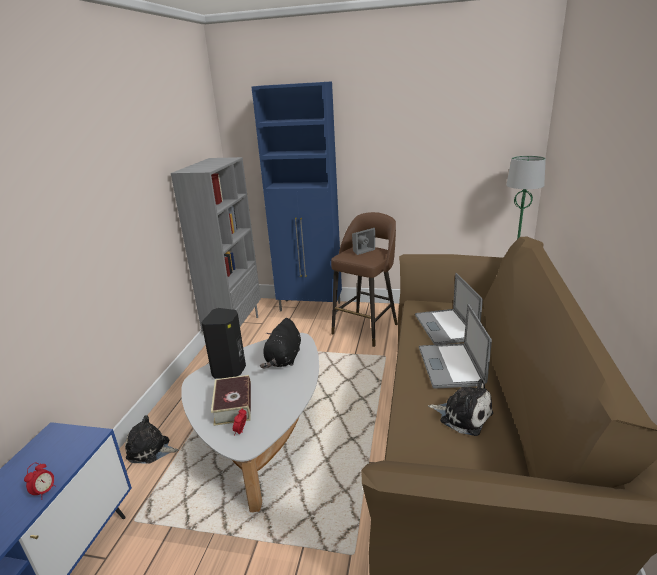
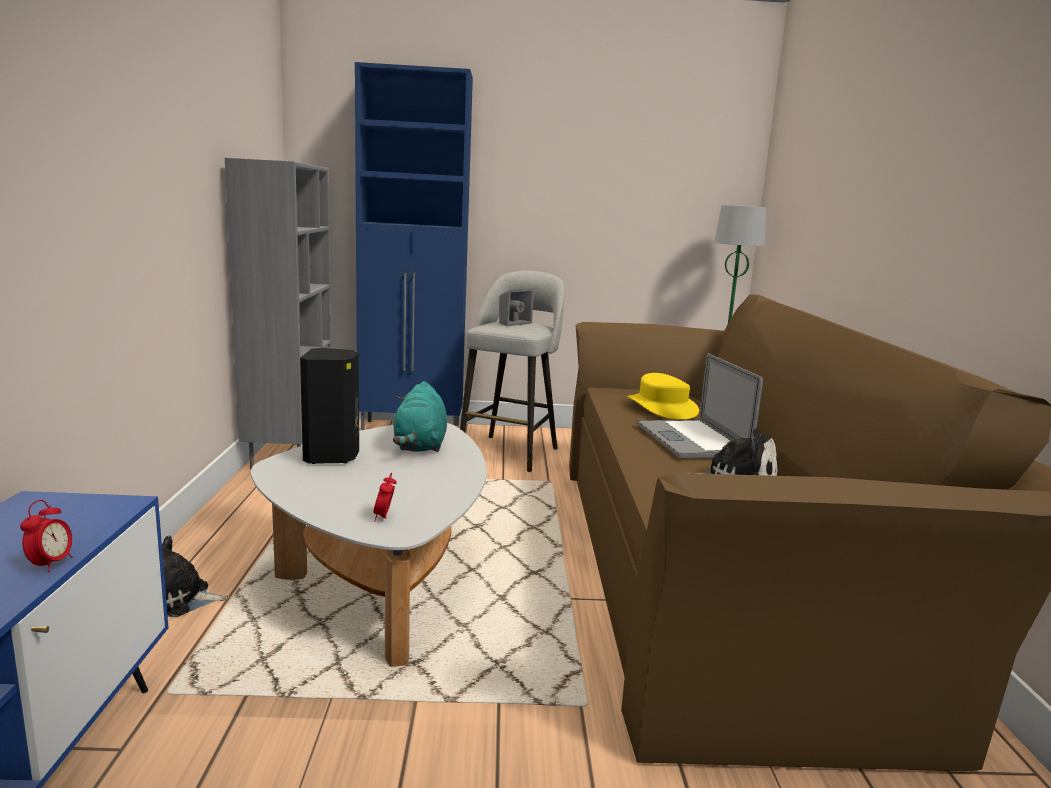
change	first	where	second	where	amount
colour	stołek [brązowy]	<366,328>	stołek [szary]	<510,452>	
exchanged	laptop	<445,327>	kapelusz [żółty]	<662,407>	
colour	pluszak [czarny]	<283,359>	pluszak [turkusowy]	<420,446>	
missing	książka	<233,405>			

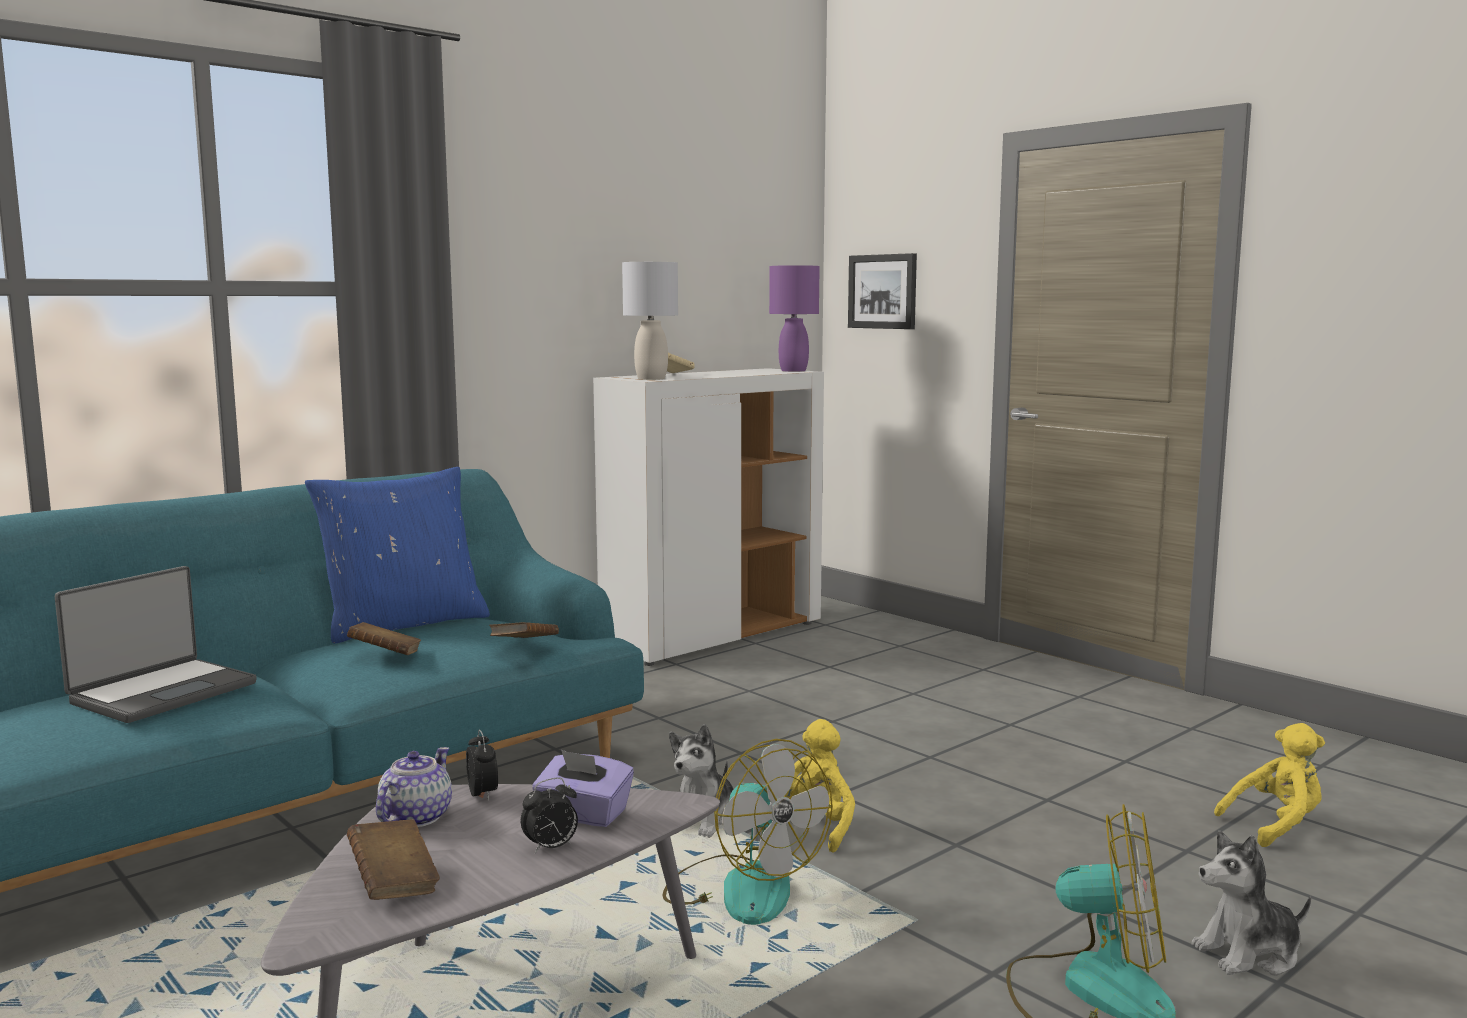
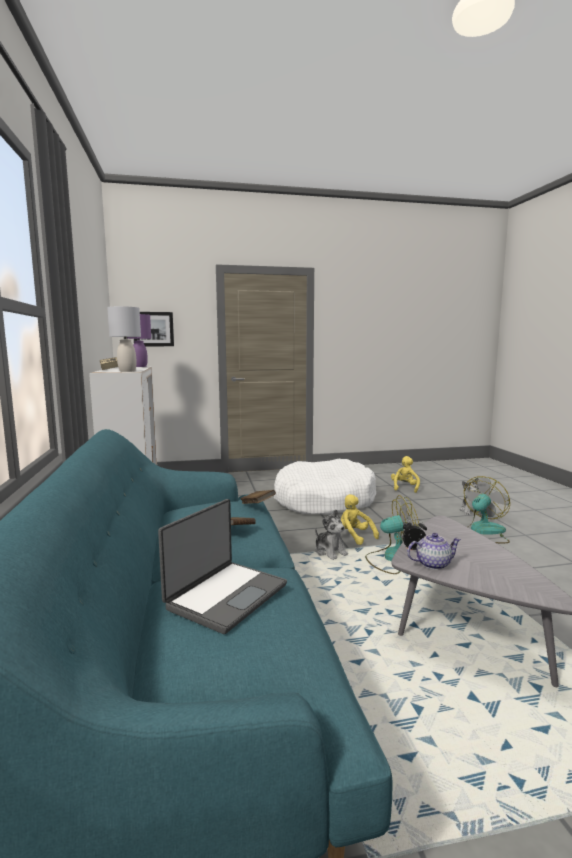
change	first	where	second	where	amount
missing	poduszka [niebieski]	<404,624>			
spun	laptop	<162,692>		<225,596>	60 degrees clockwise
spun	imbryk	<415,817>		<432,564>	120 degrees clockwise
missing	pudełko chusteczek [fioletowy]	<583,815>			
missing	budzik	<551,848>			
missing	książka [brązowy]	<394,883>			
appeared			legowisko [biały]	<324,500>	

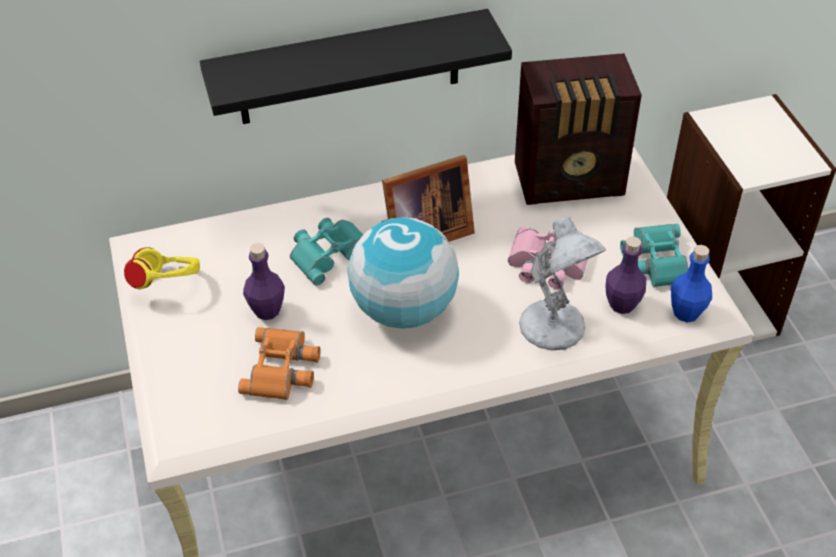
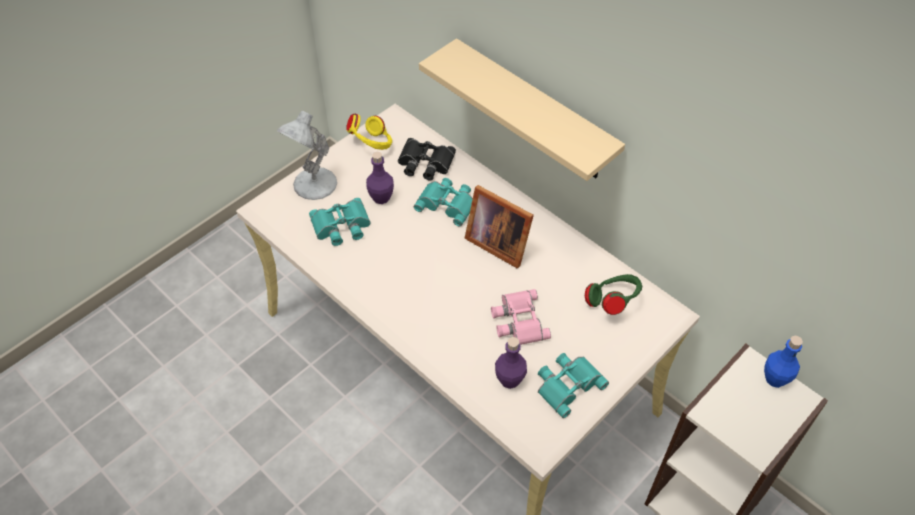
change	first	where	second	where	amount
colour	półka [czarny]	<349,68>	półka [beżowy]	<534,112>	
exchanged	radio	<571,181>	słuchawki [zielony]	<612,302>	
missing	globus	<404,309>			
relocated	lampa stołowa [biały]	<554,327>		<313,185>	
relocated	butelka [niebieski]	<686,313>		<775,379>	
colour	lornetka [pomarańczowy]	<283,369>	lornetka [turkusowy]	<341,226>	
appeared			lornetka [czarny]	<424,163>	

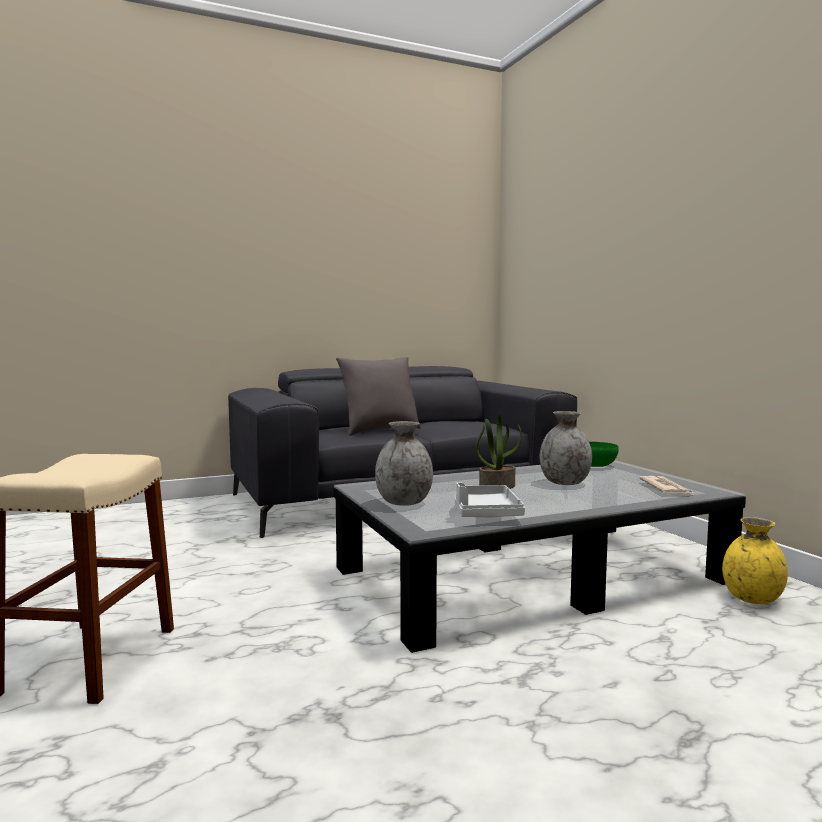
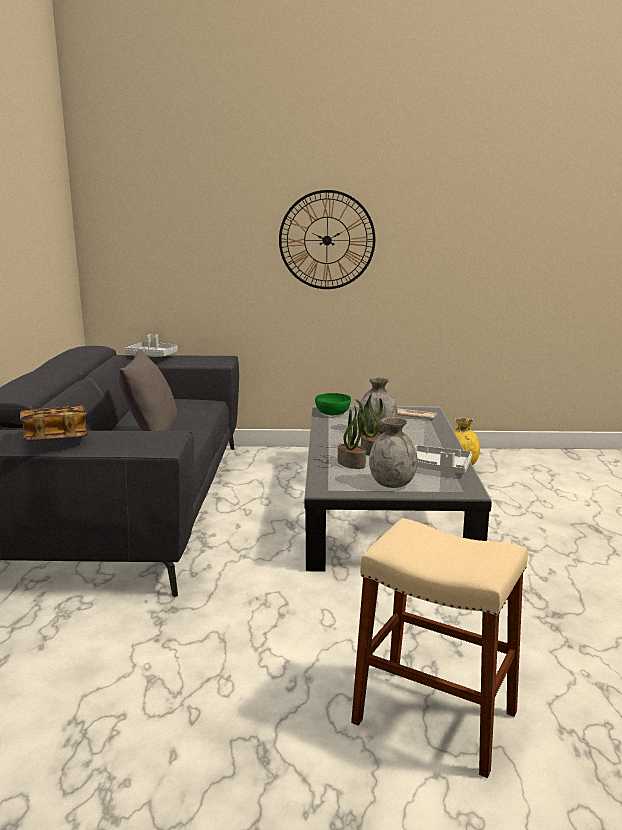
change	first	where	second	where	amount
appeared			zegar ścienny	<327,240>	
appeared			taca [szary]	<153,356>	
appeared			książka	<55,438>	
appeared			roślina doniczkowa	<352,463>	

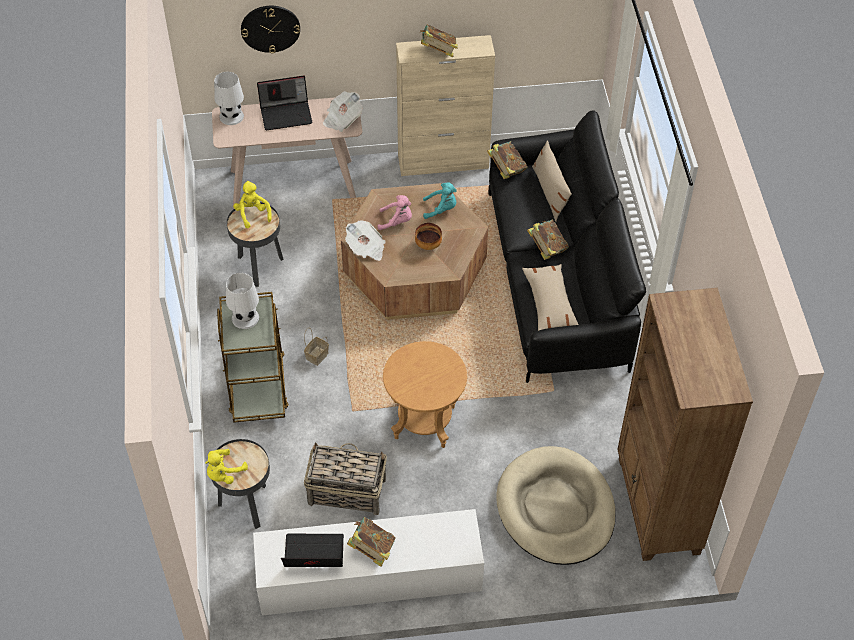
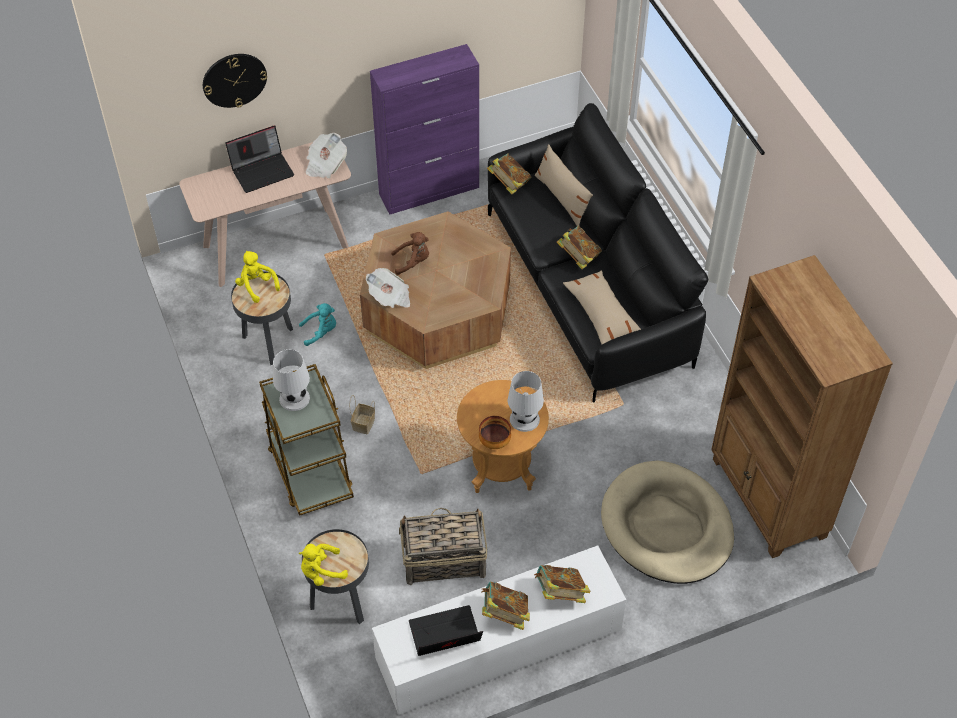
change	first	where	second	where	amount
relocated	książka	<438,51>		<560,593>	
colour	szafka [beżowy]	<444,162>	szafka [fioletowy]	<429,190>	
relocated	lampa stołowa [biały]	<231,116>		<524,418>	
relocated	pluszak [turkusowy]	<441,209>		<321,332>	
colour	pluszak [różowy]	<397,221>	pluszak [brązowy]	<413,262>	
relocated	miska	<428,245>		<494,441>	
spun	pluszak [żółty]	<224,473>		<321,572>	45 degrees clockwise

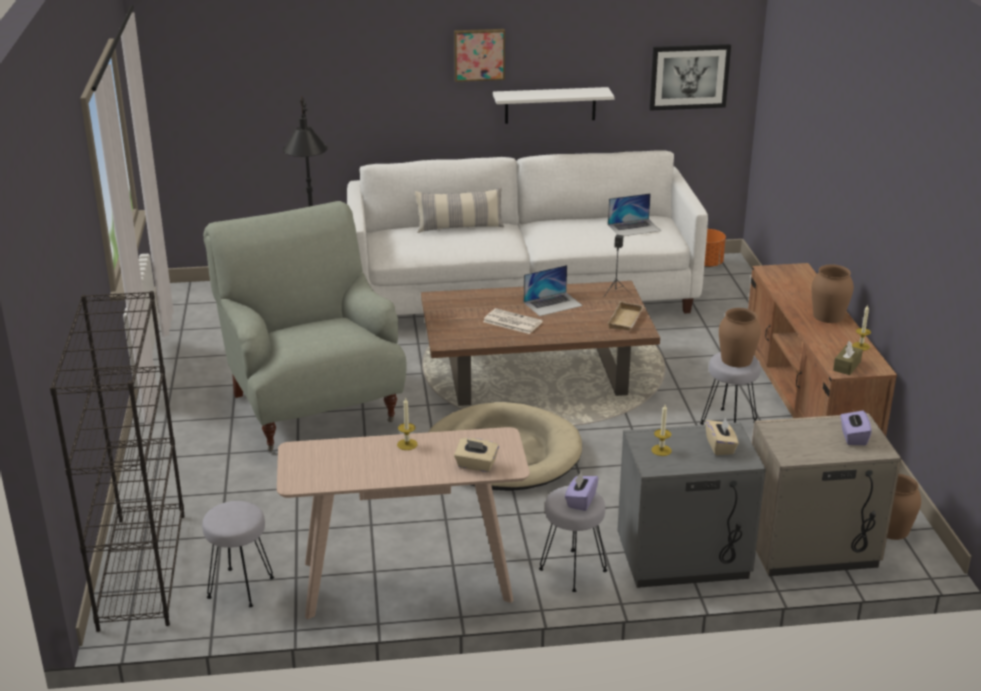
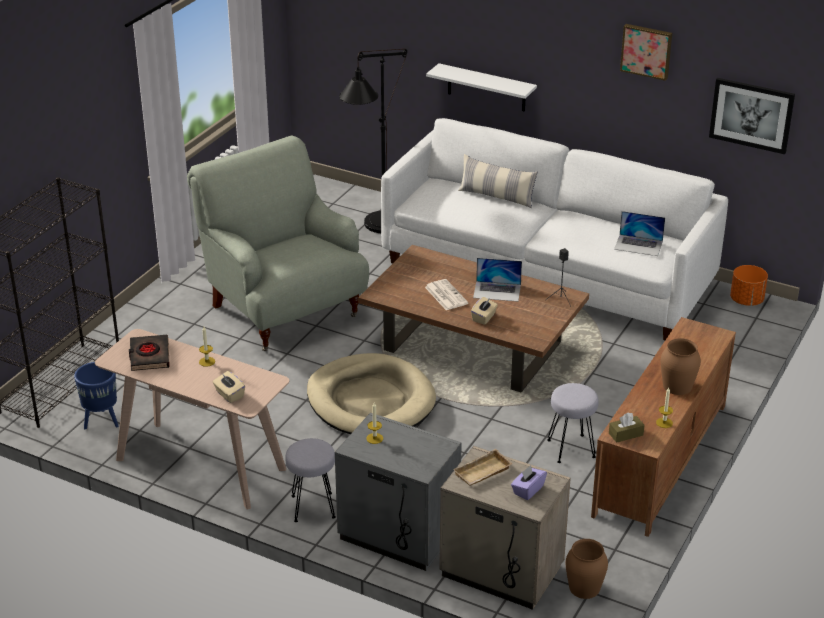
change	first	where	second	where	amount
relocated	obraz	<479,54>		<646,51>	
relocated	półka [biały]	<550,105>		<486,88>	
spun	fotel [szary]	<312,407>		<283,310>	45 degrees counterclockwise
relocated	taca [beżowy]	<626,320>		<483,473>	
missing	wazon [brązowy]	<736,359>			
relocated	pudełko chusteczek [beżowy]	<720,446>		<484,318>	
missing	pudełko chusteczek [fioletowy]	<580,501>			
exchanged	stołek [szary]	<241,587>	donica [niebieski]	<102,421>	
appeared			książka [czarny]	<149,356>	

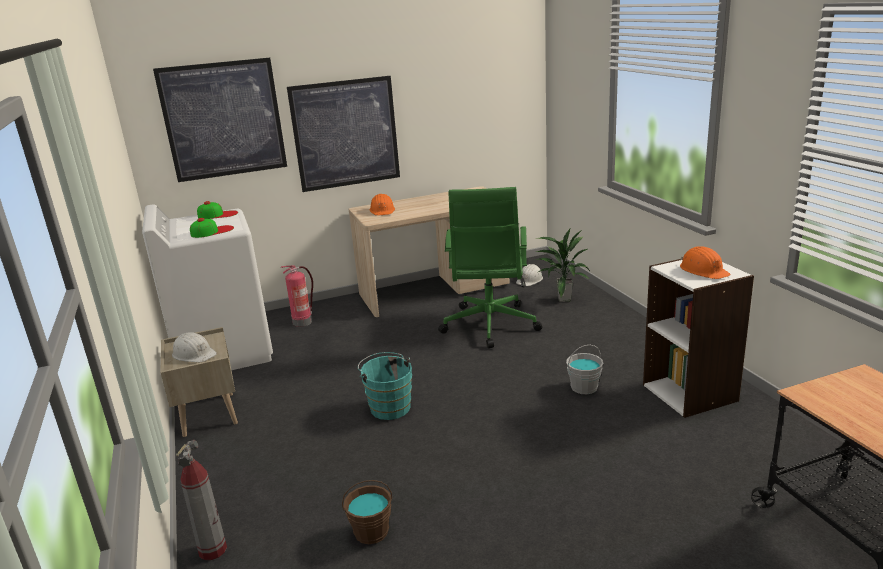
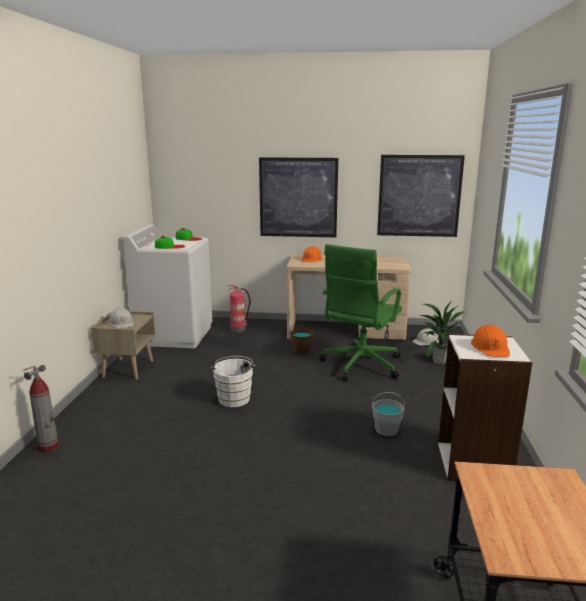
change	first	where	second	where	amount
relocated	obraz	<223,120>		<419,196>	
colour	wiadro [turkusowy]	<389,406>	wiadro [biały]	<234,398>	
relocated	wiadro [brązowy]	<371,532>		<301,350>	

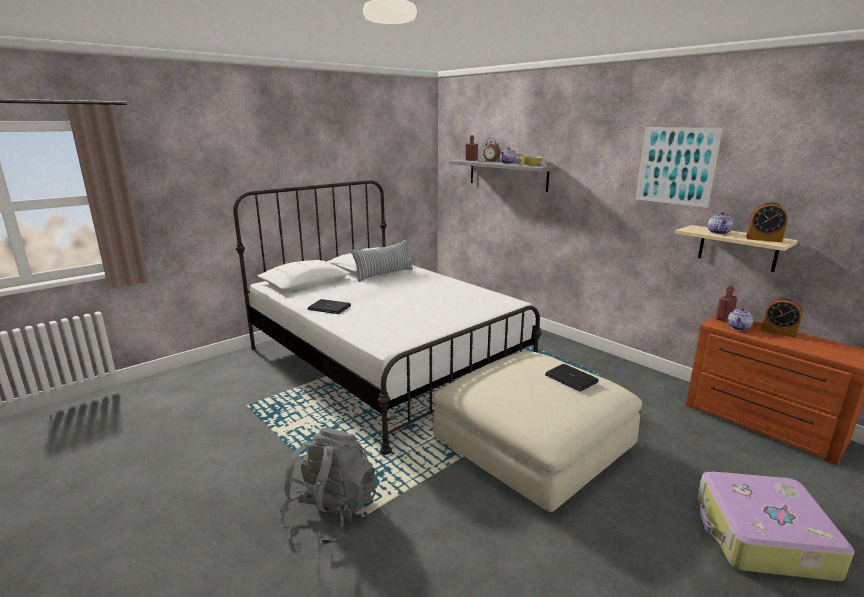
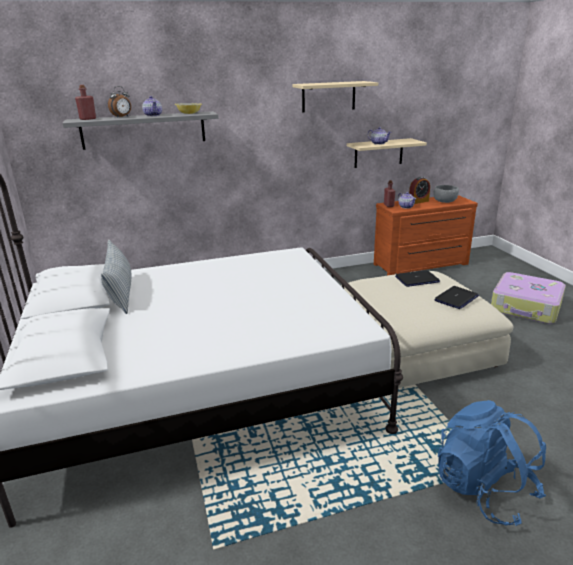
change	first	where	second	where	amount
exchanged	obraz	<676,166>	półka [beżowy]	<328,96>	
missing	budzik	<763,239>			
relocated	laptop	<329,308>		<456,298>	
colour	plecak [szary]	<331,514>	plecak [niebieski]	<484,490>	
appeared			miska [szary]	<444,202>	

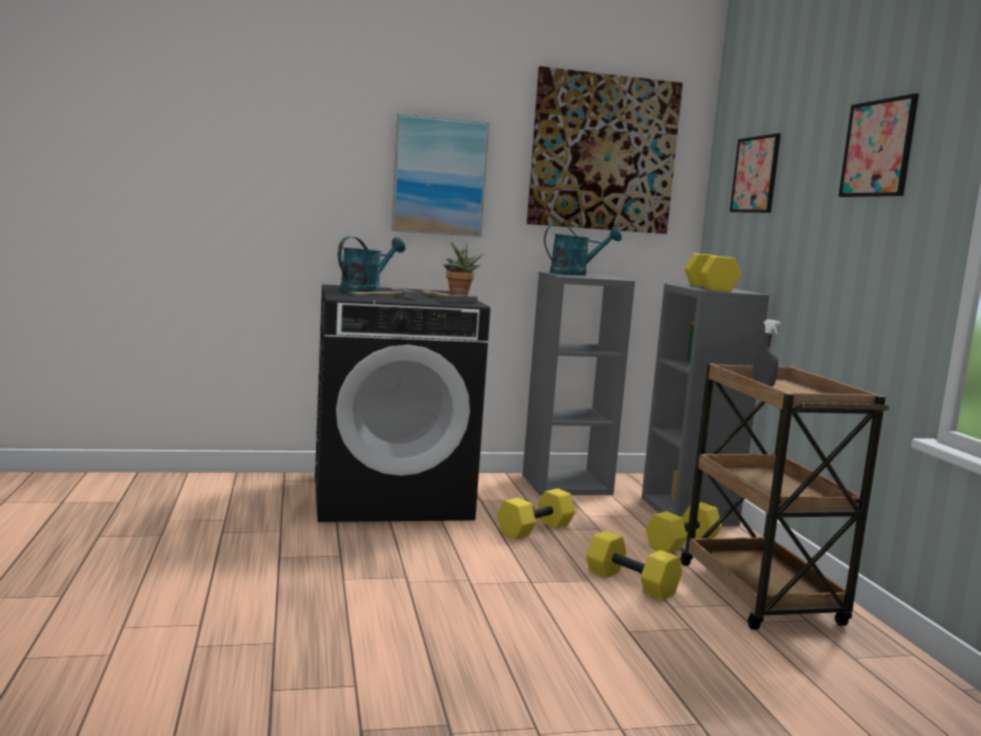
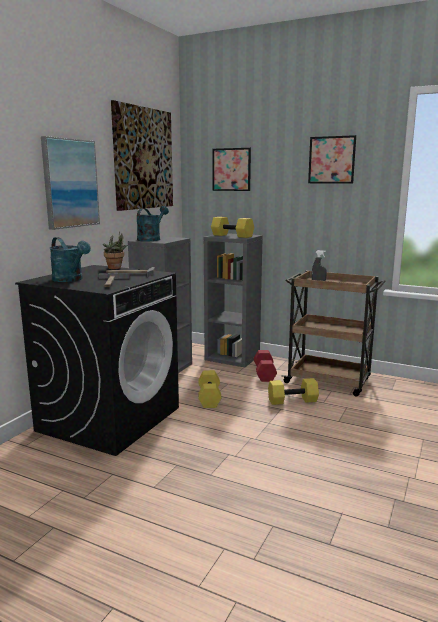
change	first	where	second	where	amount
spun	konewka [turkusowy]	<366,290>		<70,280>	150 degrees clockwise
colour	hantel [żółty]	<681,543>	hantel [czerwony]	<264,373>	

